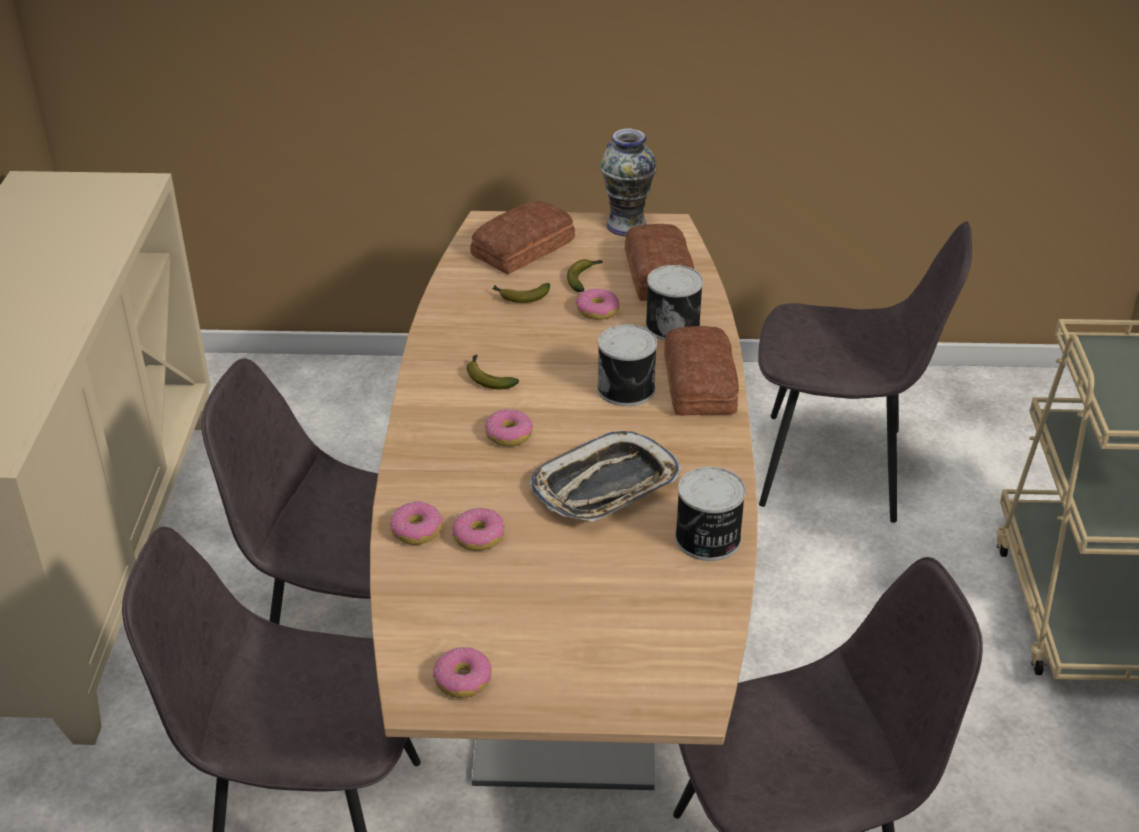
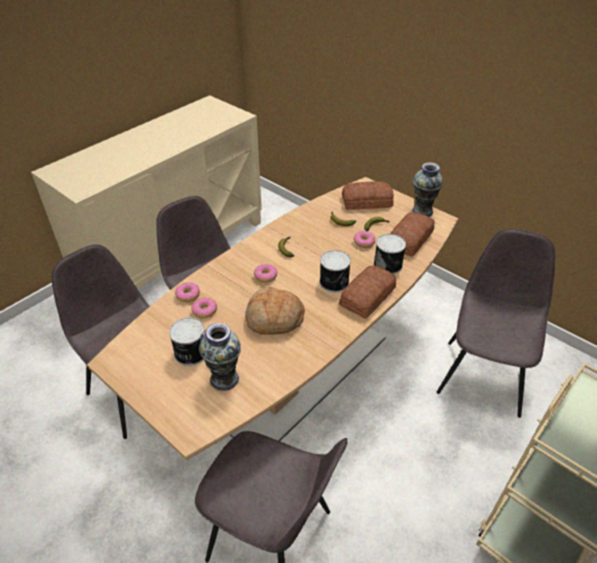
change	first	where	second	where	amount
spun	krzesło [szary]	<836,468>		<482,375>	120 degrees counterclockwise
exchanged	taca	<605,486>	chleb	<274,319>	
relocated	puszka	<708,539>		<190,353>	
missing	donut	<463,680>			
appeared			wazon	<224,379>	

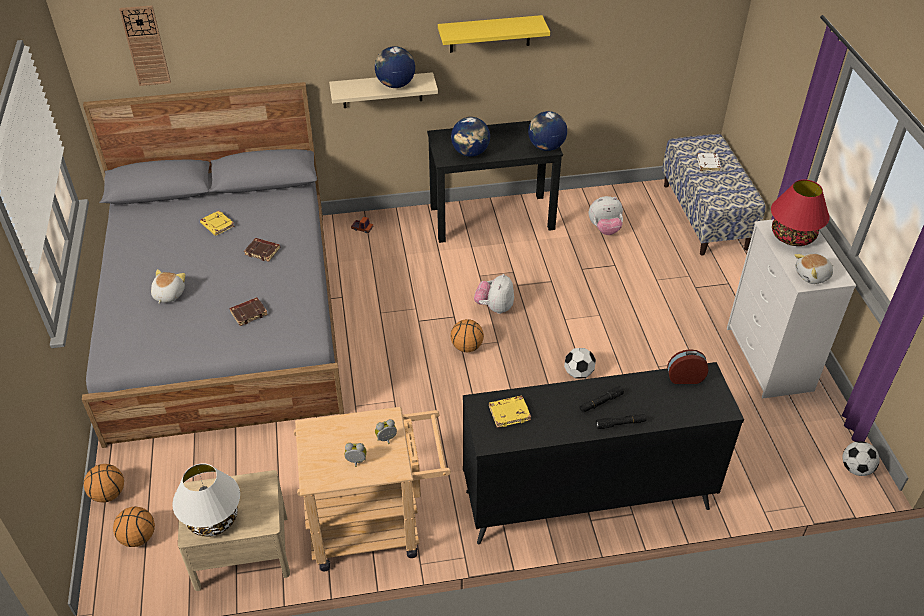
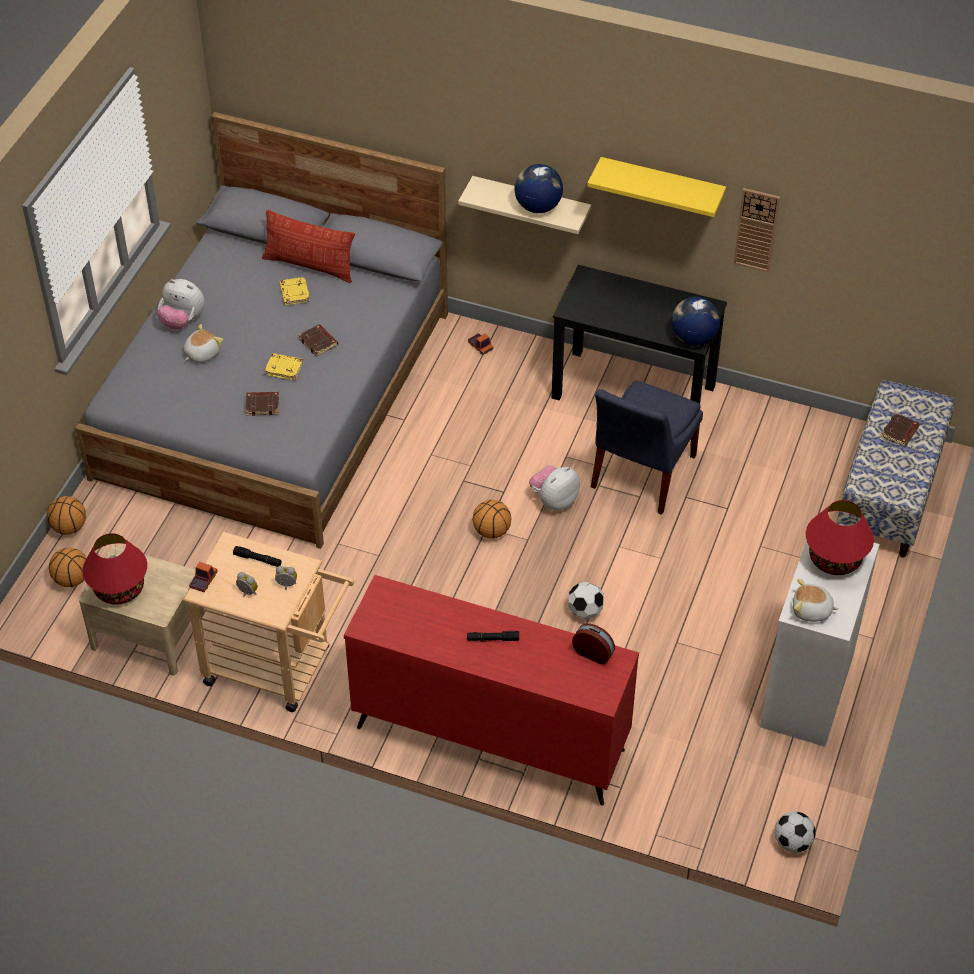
change	first	where	second	where	amount
relocated	zegar ścienny	<145,46>		<756,229>	
missing	globus	<470,153>			
colour	książka [biały]	<709,164>	książka [brązowy]	<900,432>	
relocated	pluszak	<604,229>		<182,320>	
colour	komoda [czarny]	<585,499>	komoda [czerwony]	<489,737>	
relocated	książka [żółty]	<509,413>		<284,368>	
relocated	latarka [czarny]	<620,424>		<258,559>	
colour	lampa stołowa [biały]	<212,519>	lampa stołowa [czerwony]	<119,589>	
appeared			poduszka	<309,266>	
appeared			krzesło [niebieski]	<640,475>	
appeared			ciężarówka zabawkowa	<203,580>	

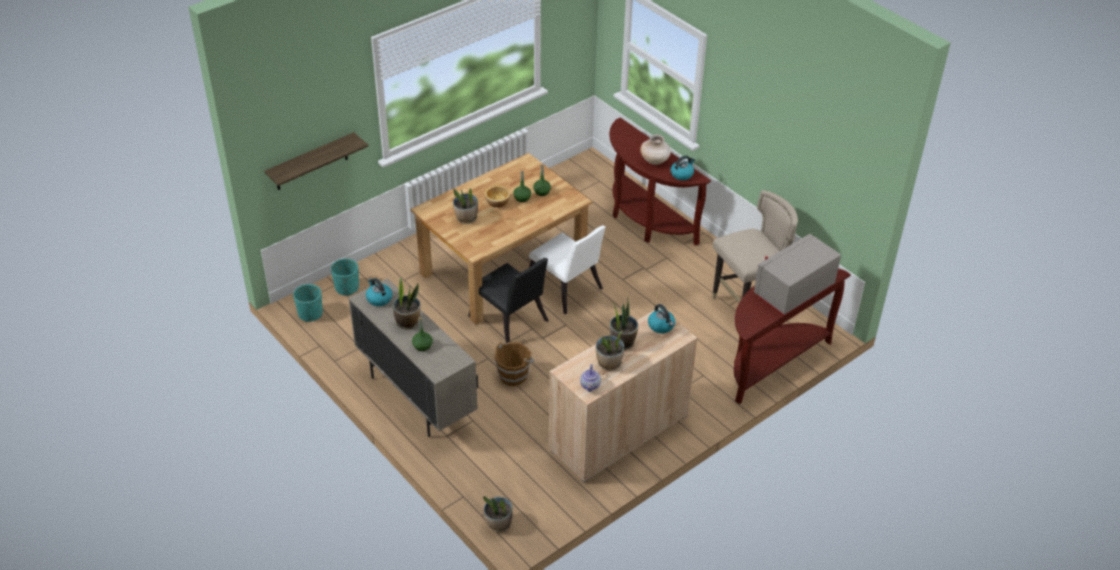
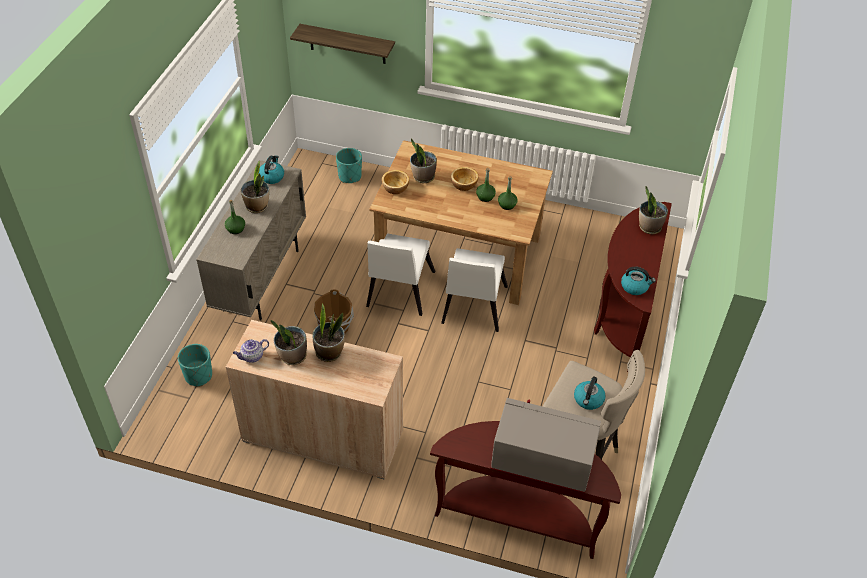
change	first	where	second	where	amount
missing	wazon [beżowy]	<655,161>			
colour	krzesło [czarny]	<510,322>	krzesło [biały]	<398,292>	
relocated	donica [turkusowy]	<310,314>		<198,376>	
relocated	czajnik	<661,326>		<588,400>	
relocated	roślina doniczkowa	<498,524>		<649,227>	
appeared			miska	<395,188>	

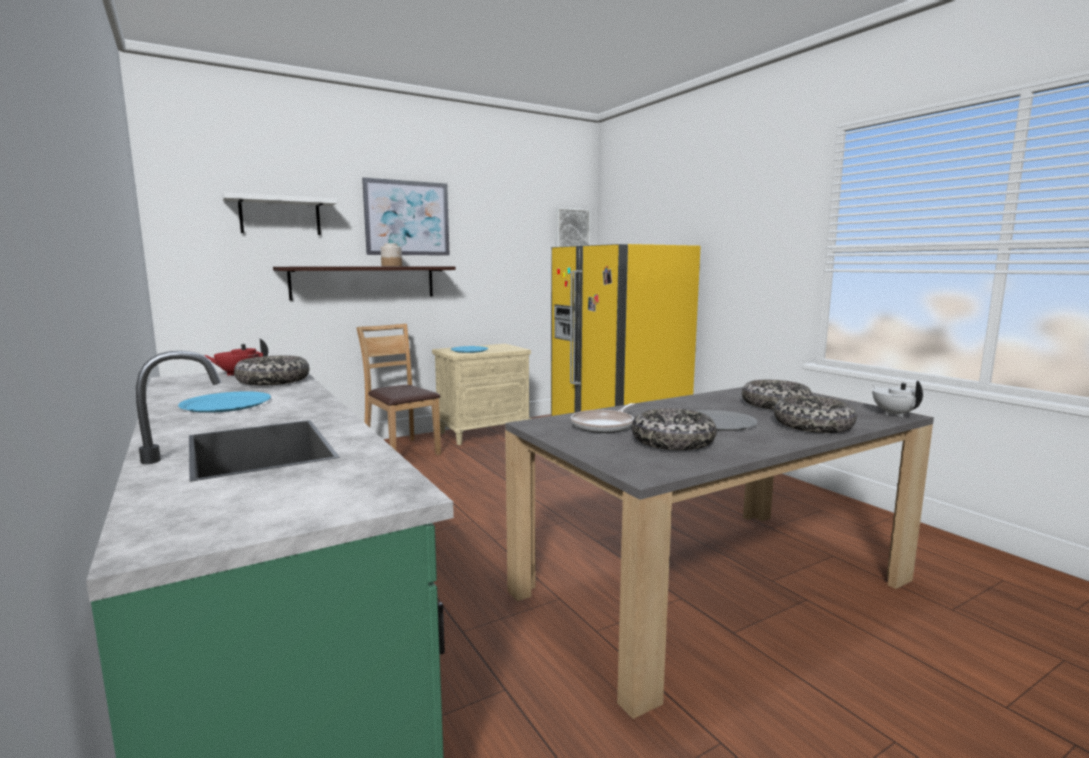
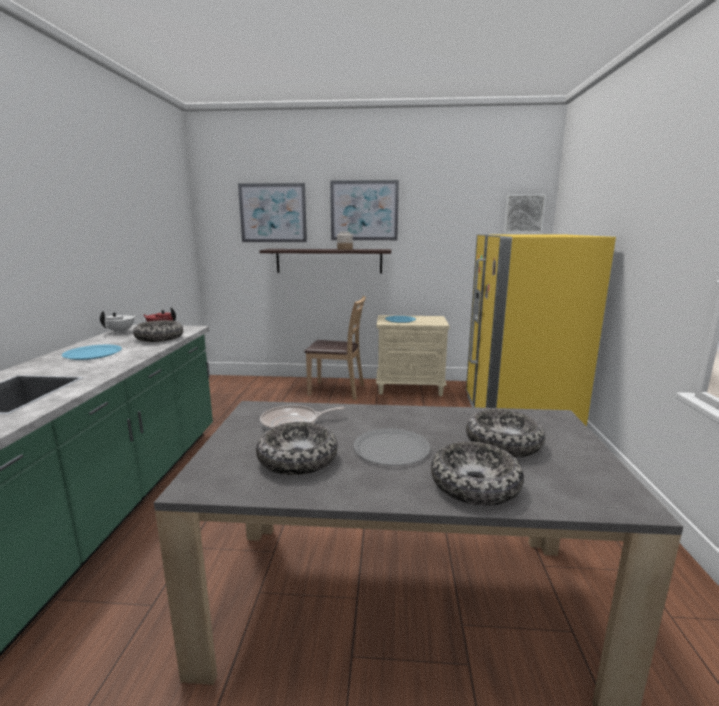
change	first	where	second	where	amount
exchanged	półka [biały]	<280,216>	obraz	<273,213>	
spun	krzesło [brązowy]	<402,451>		<337,390>	105 degrees clockwise
relocated	imbryk [biały]	<894,414>		<121,332>	

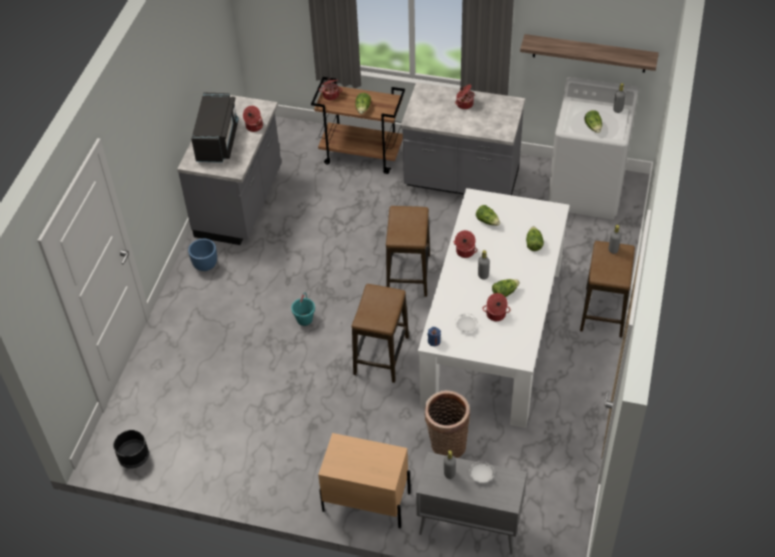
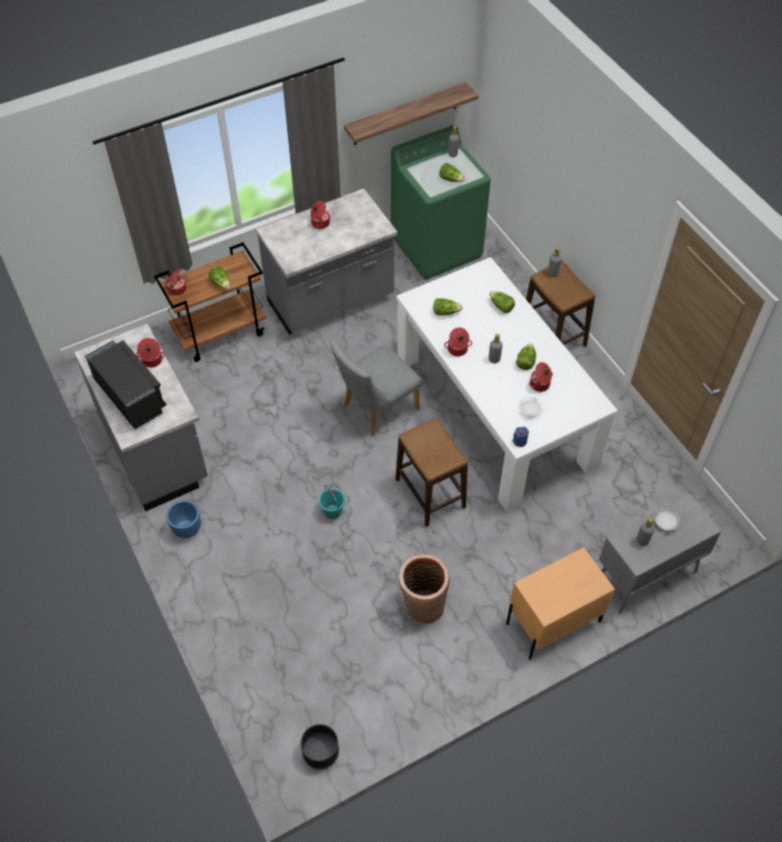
change	first	where	second	where	amount
colour	pralka [biały]	<586,191>	pralka [zielony]	<437,247>	
exchanged	stołek	<408,274>	krzesło [szary]	<375,409>	
relocated	koszyk	<446,444>		<422,607>	

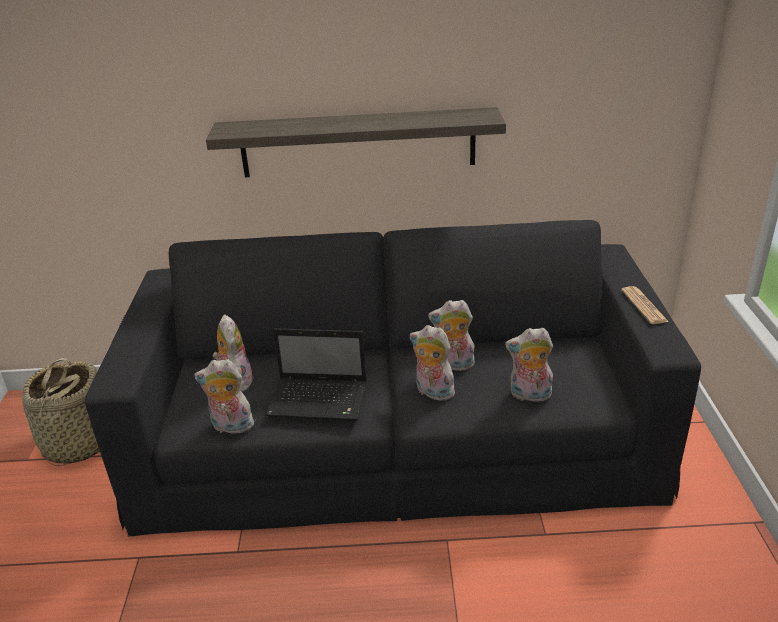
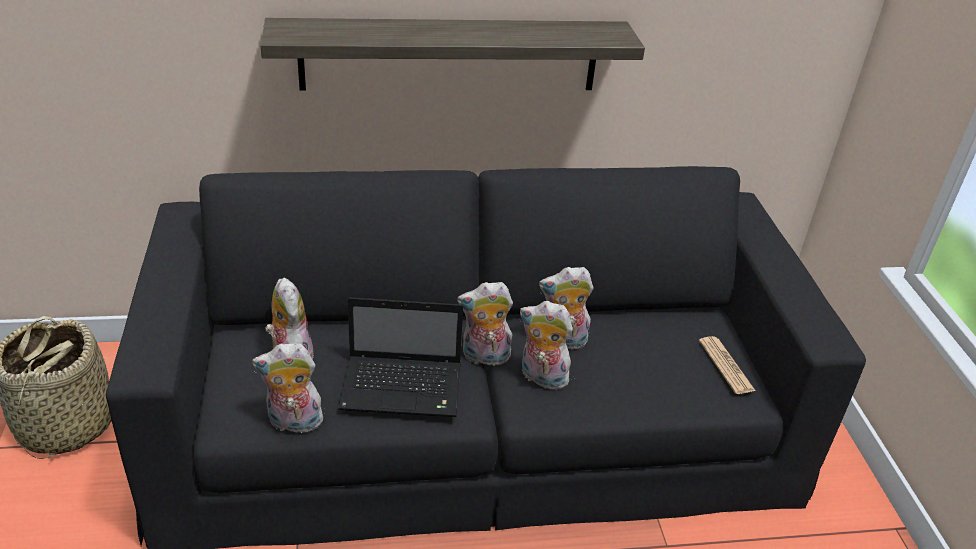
change	first	where	second	where	amount
relocated	gazeta	<644,306>		<726,366>	
relocated	pluszak	<529,395>		<484,357>	

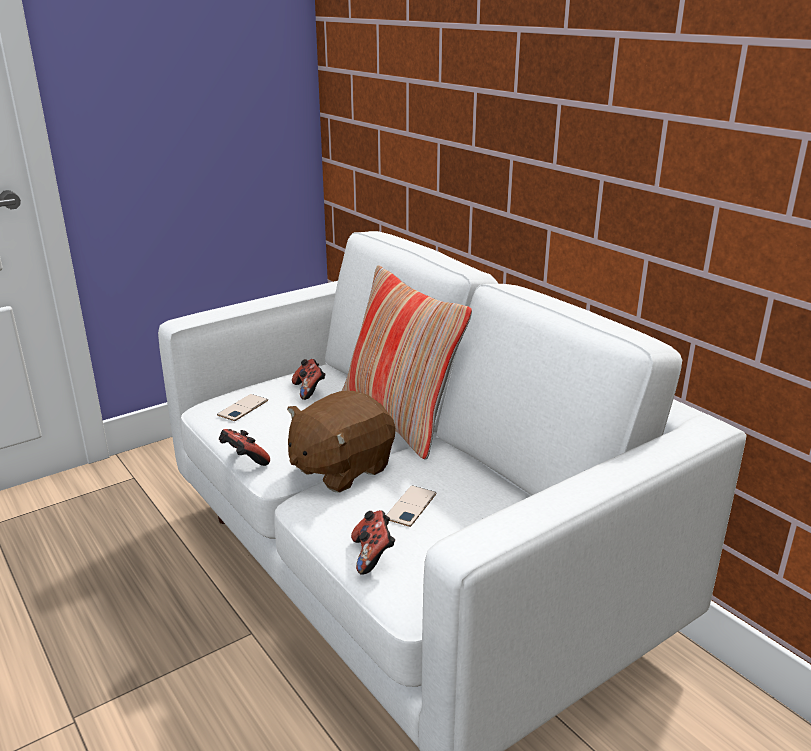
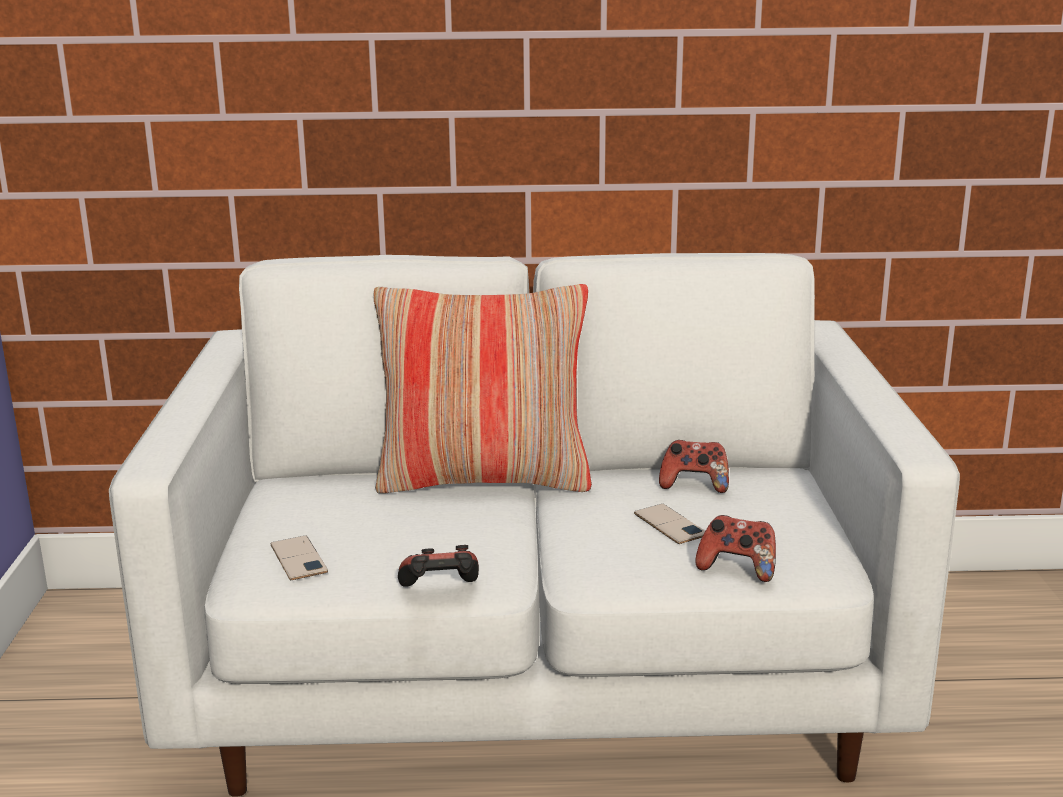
change	first	where	second	where	amount
relocated	pad do gier	<309,390>		<694,485>	
missing	pluszak [brązowy]	<340,468>			

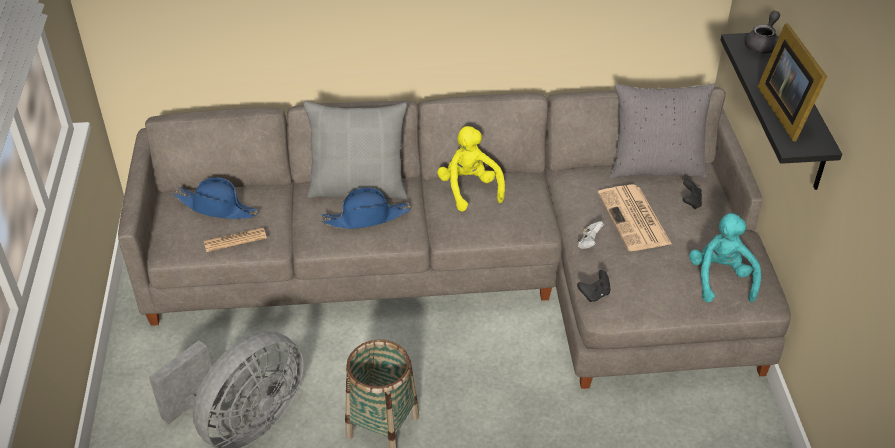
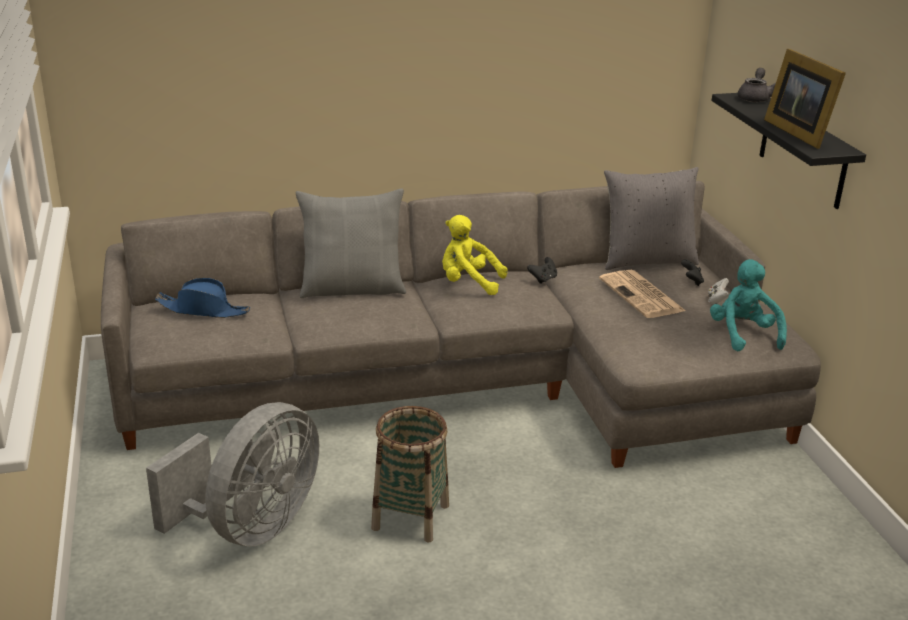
change	first	where	second	where	amount
spun	pluszak [żółty]	<469,189>		<468,283>	45 degrees counterclockwise
missing	kapelusz [niebieski]	<366,217>			
relocated	pad do gier [biały]	<589,242>		<717,300>	
missing	gazeta	<235,240>			
relocated	pad do gier [czarny]	<594,294>		<543,279>	

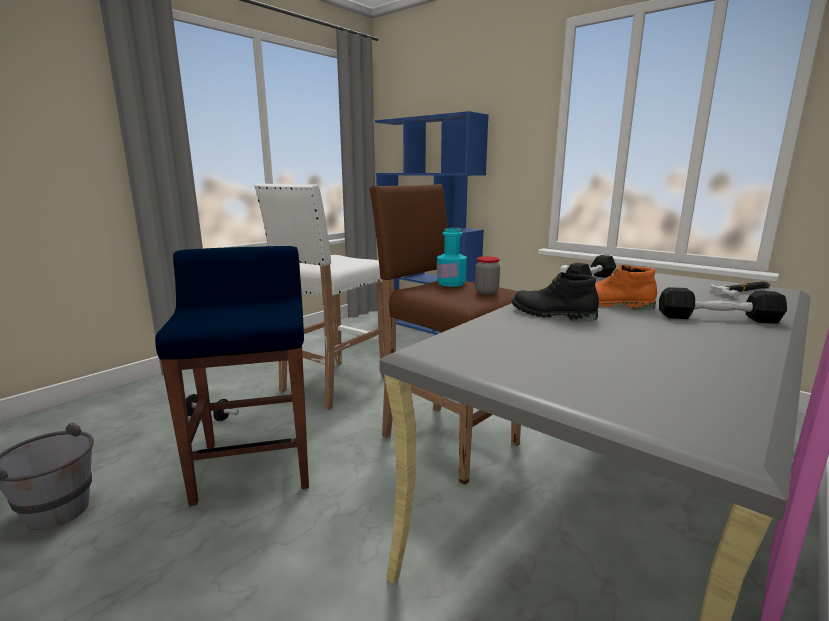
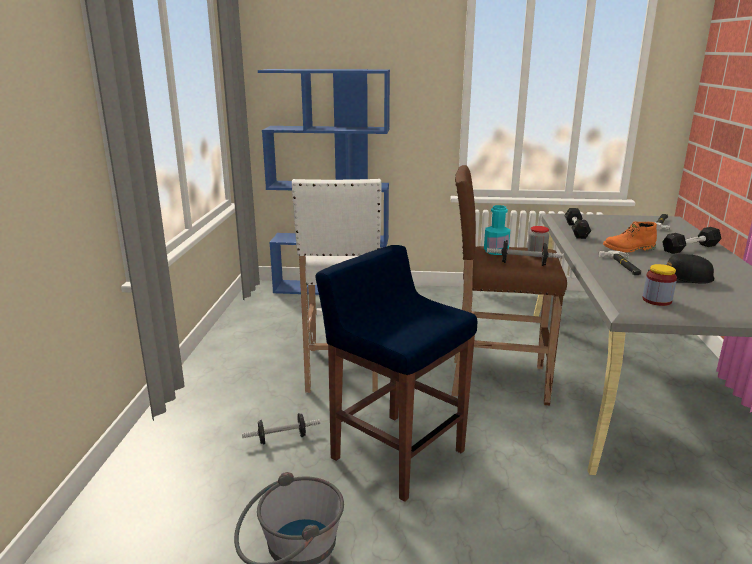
change	first	where	second	where	amount
exchanged	but z cholewką [czarny]	<552,314>	młotek	<622,265>	
appeared			hantel	<523,263>	
appeared			czapka z daszkiem [czarny]	<679,278>	
appeared			słoik	<657,300>	

